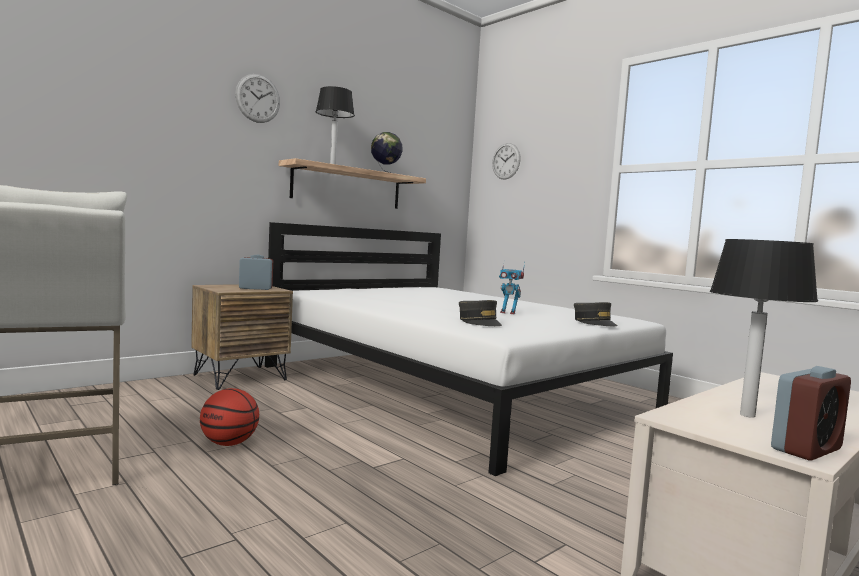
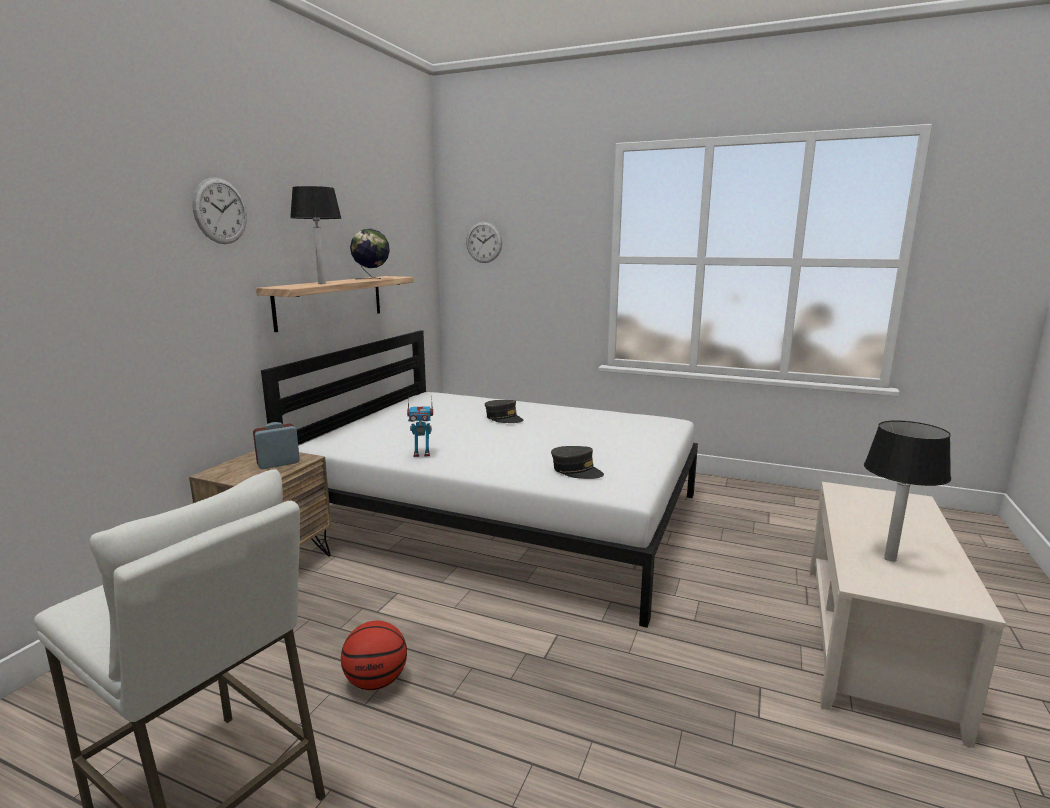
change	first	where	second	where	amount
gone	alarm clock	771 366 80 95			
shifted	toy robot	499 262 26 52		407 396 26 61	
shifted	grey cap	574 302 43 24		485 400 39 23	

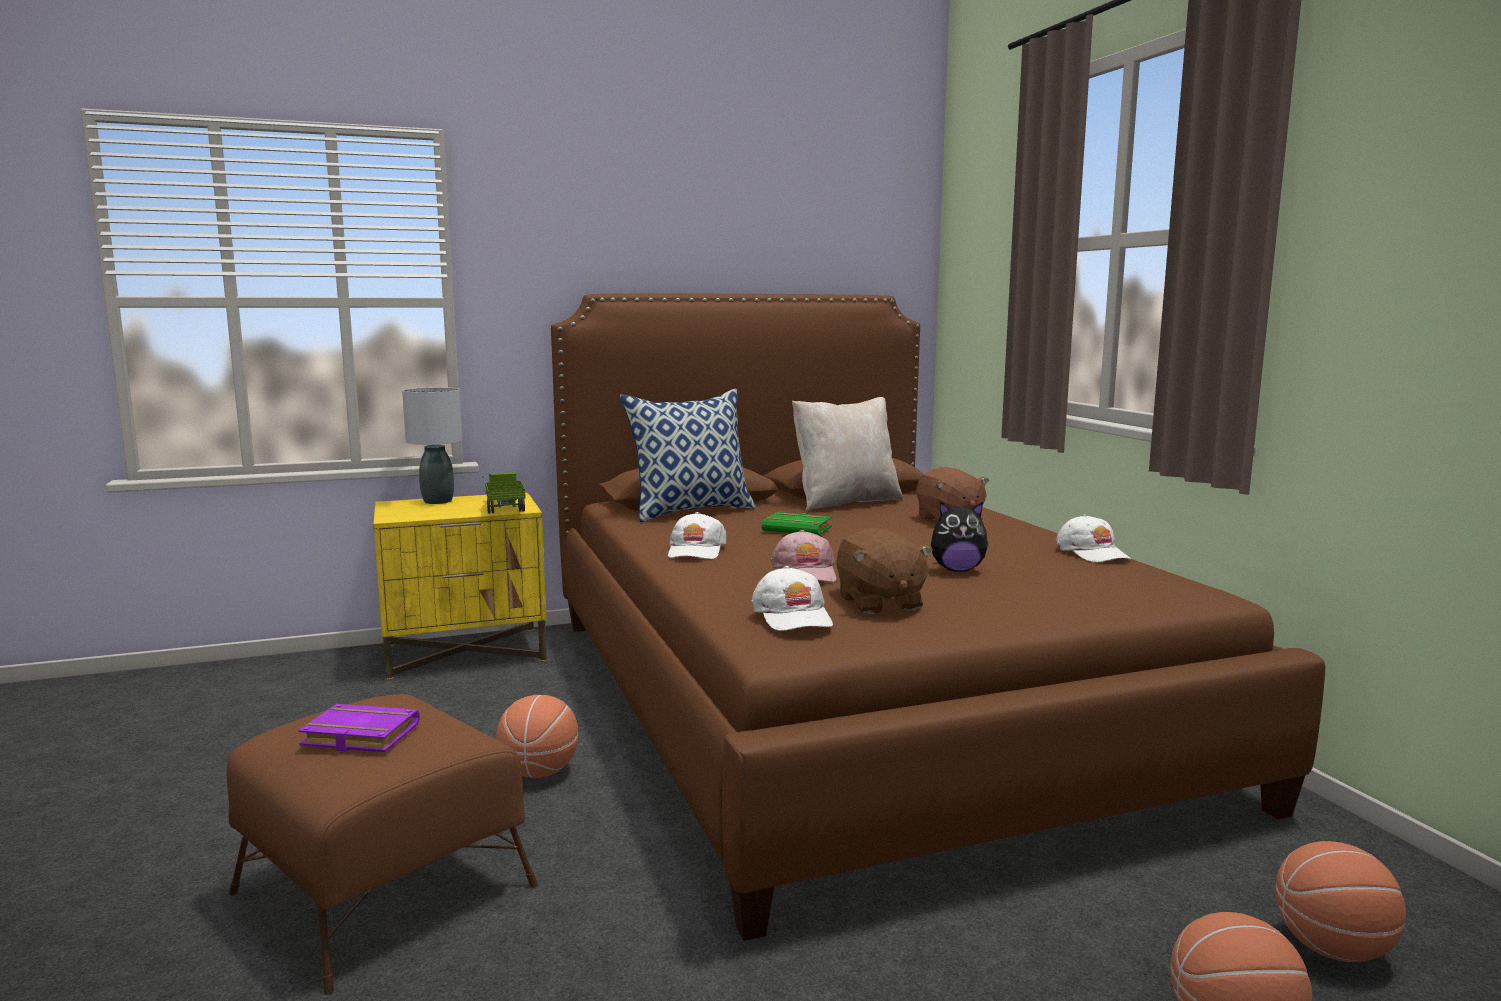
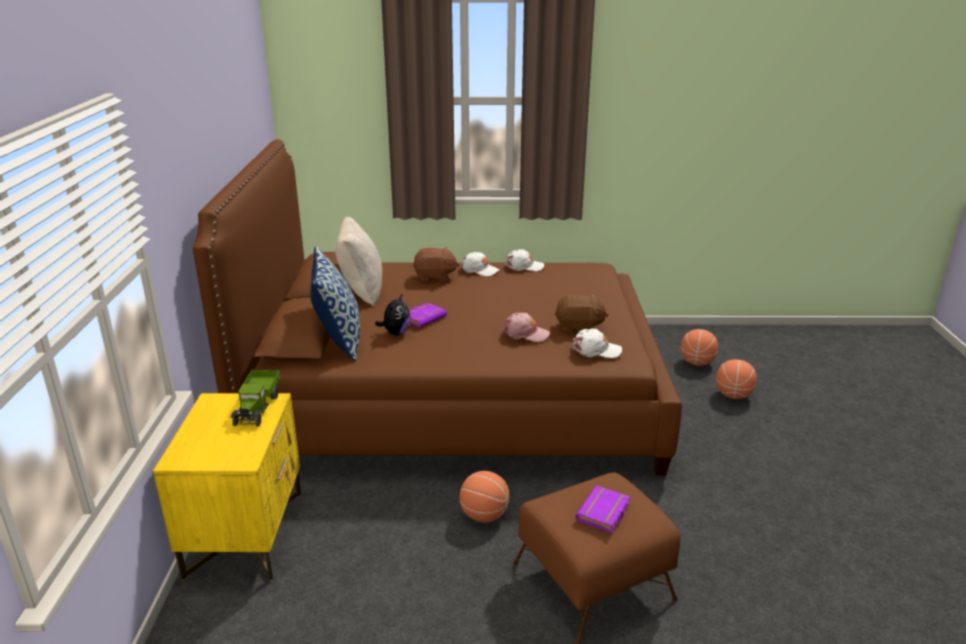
change	first	where	second	where	amount
gone	grey table lamp	402 387 60 117			
shifted	white cap	668 512 58 47		461 252 39 24	
shifted	plush toy	931 501 58 71		375 294 36 41	
repainted	green book	762 512 70 23	purple book	409 303 38 25	
rotated	toy truck	482 472 44 41		231 370 49 57	90 degrees counterclockwise

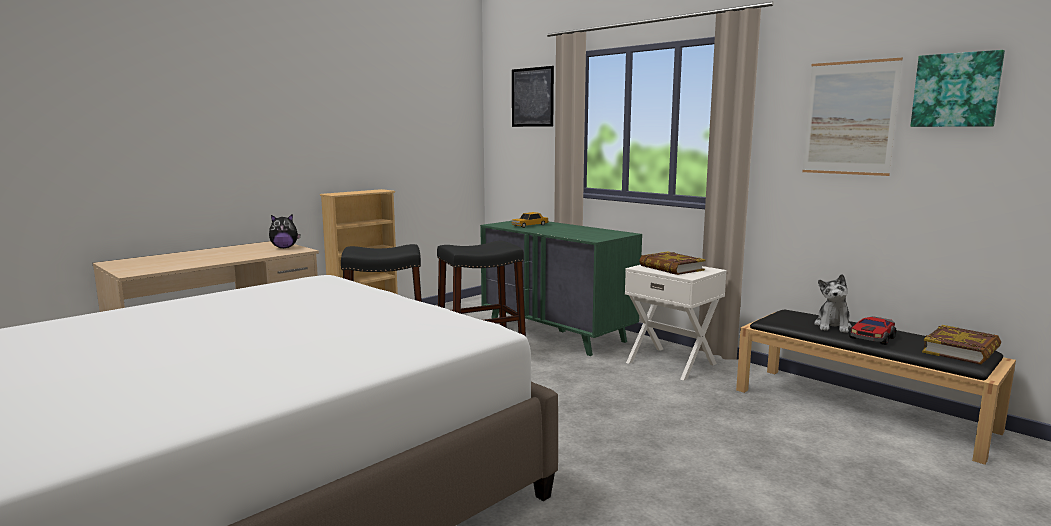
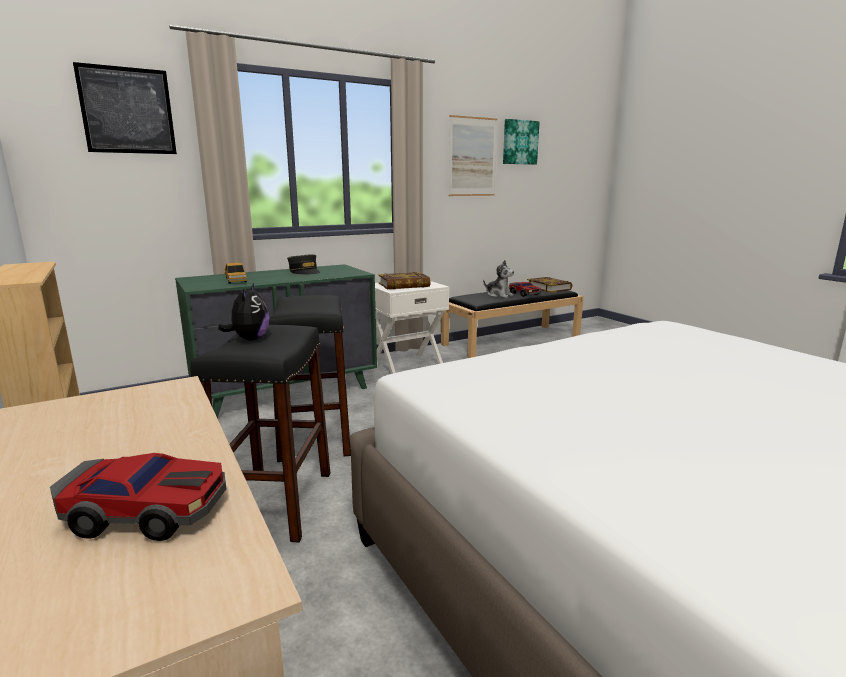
change	first	where	second	where	amount
new			toy car	50 453 176 88	
new			grey cap	287 254 33 20	
shifted	plush toy	269 214 32 34		218 283 52 57	

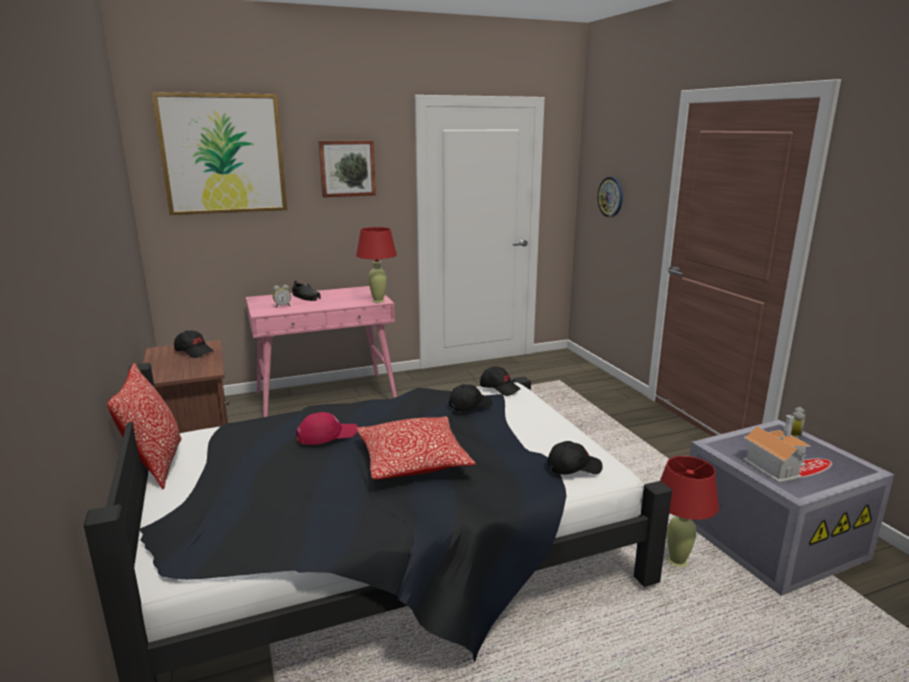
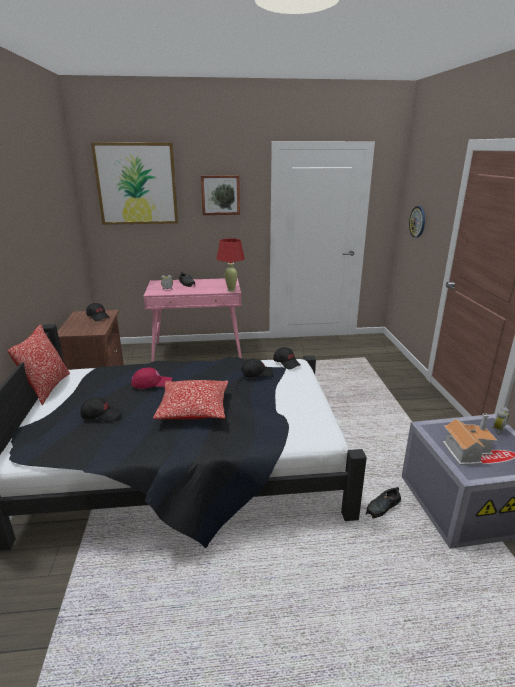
change	first	where	second	where	amount
shifted	black cap	548 441 55 34		80 397 40 25	
swapped	red table lamp	660 456 59 111	black shoe	366 487 35 31	

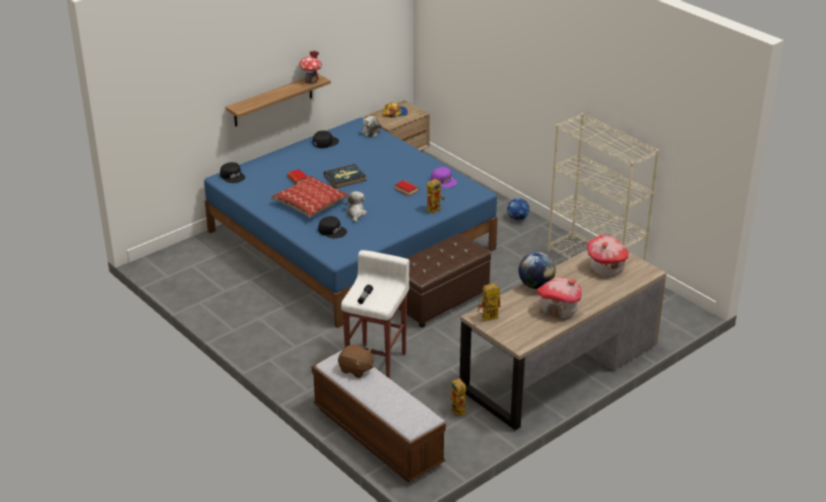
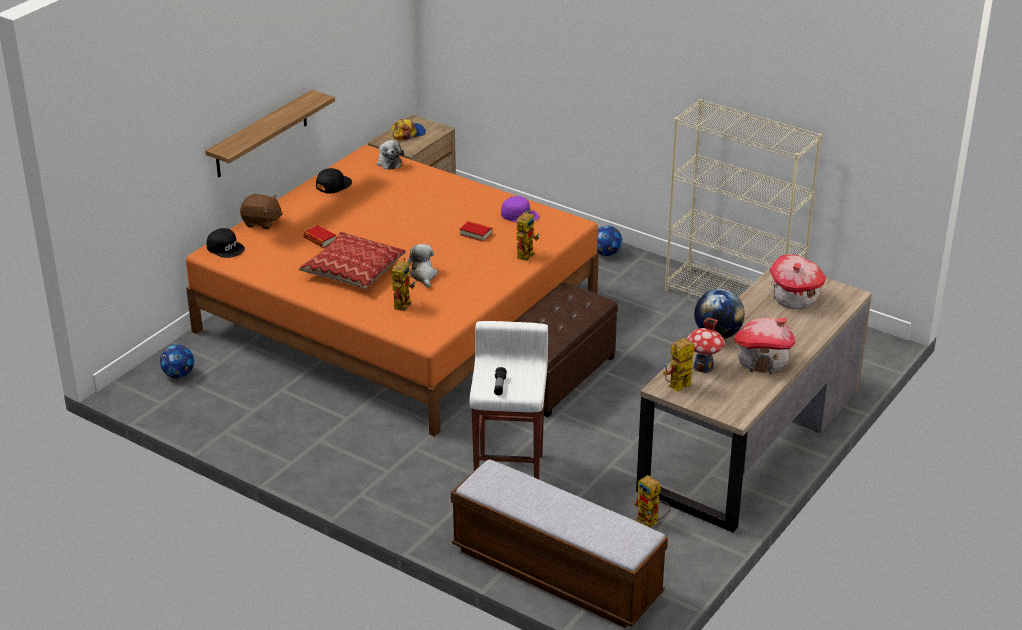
change	first	where	second	where	amount
gone	book	324 164 43 24			
new			football	160 344 34 34	
shifted	toy house	299 50 23 34		687 317 38 56	
shifted	brown plush toy	338 344 36 34		240 194 43 35	
swapped	black cap	318 216 29 22	toy robot	392 258 23 53	
repainted	blue bed	204 117 294 211	orange bed	186 145 413 292	

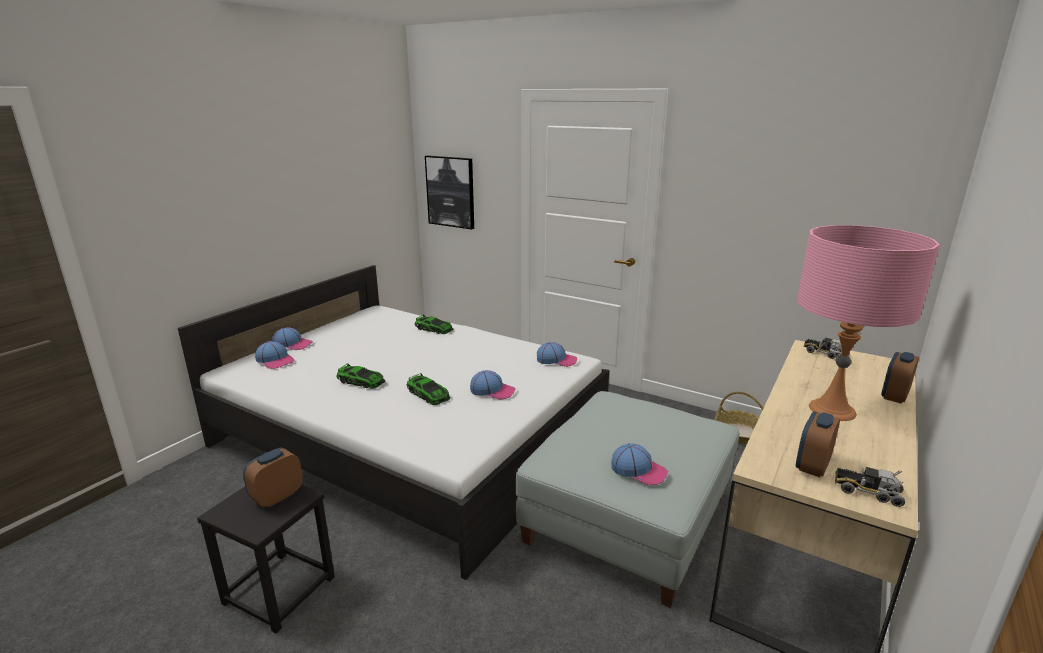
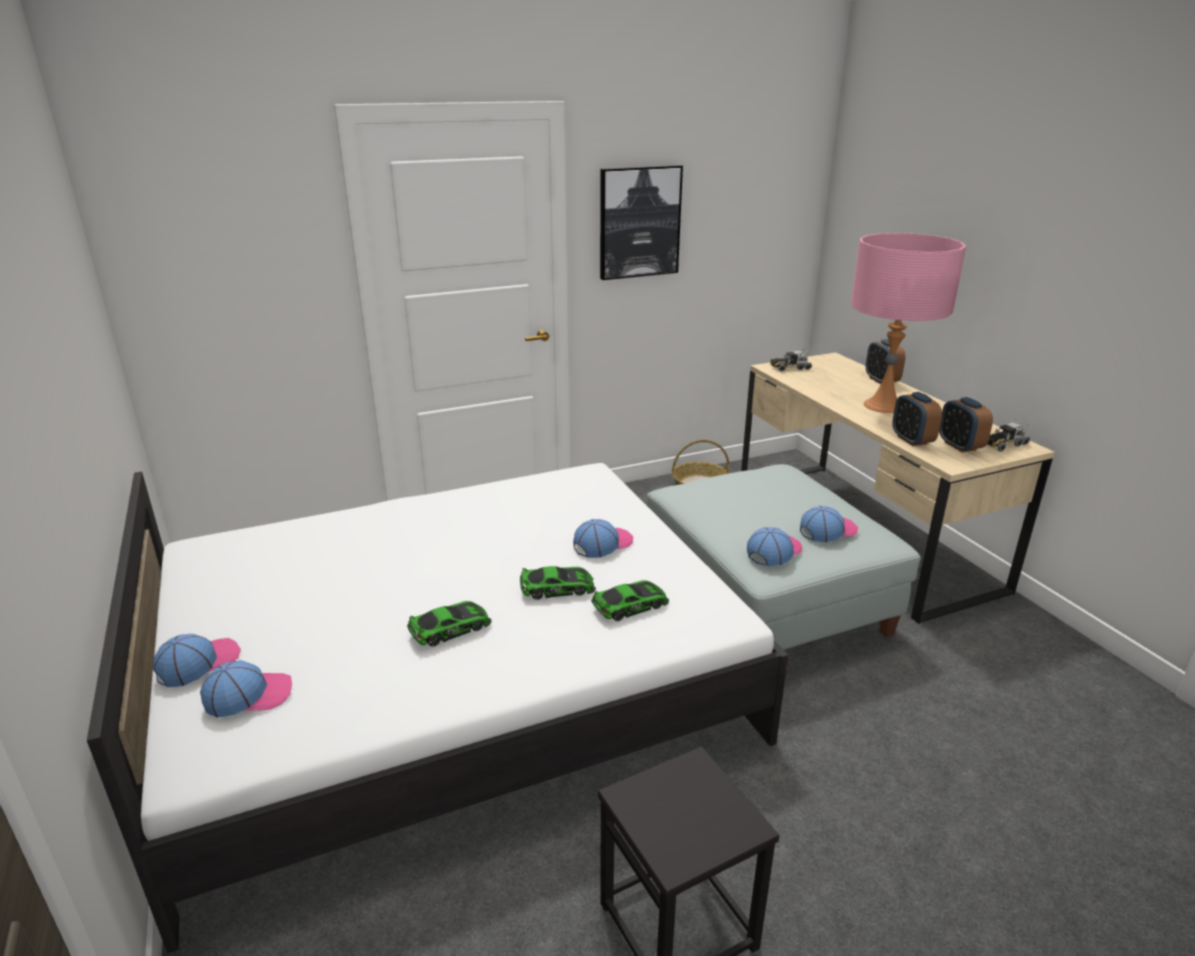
change	first	where	second	where	amount
shifted	alarm clock	243 448 60 59		892 392 50 54	
shifted	toy car	415 315 39 19		591 580 78 41	
shifted	picture	425 156 49 73		600 165 83 115	
shifted	cap	537 342 40 25		747 527 56 39	

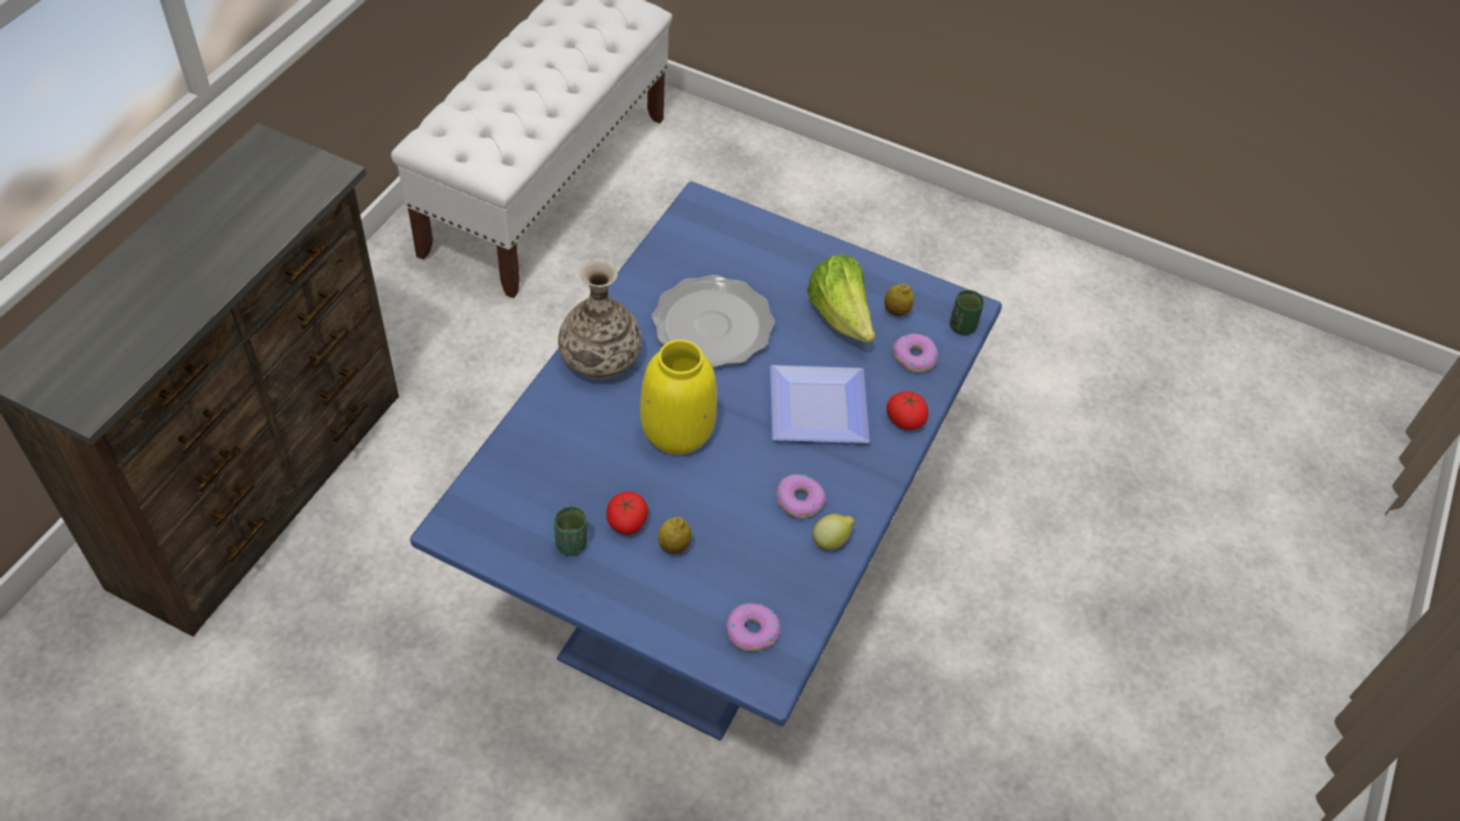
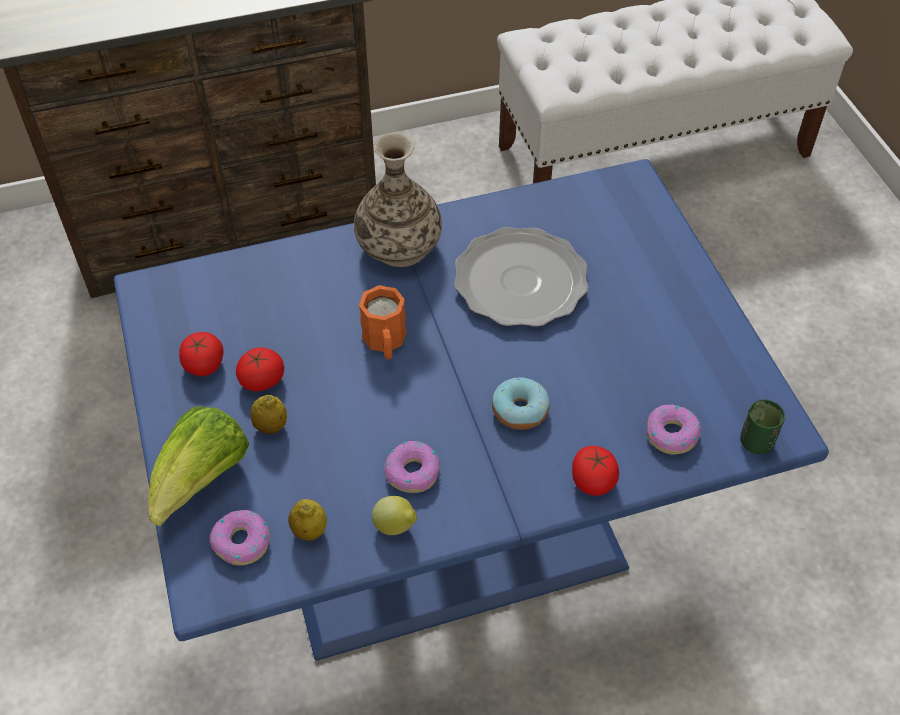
change	first	where	second	where	amount
shifted	lettuce	807 255 68 88		148 406 101 120	
shifted	lemon	884 284 30 32		288 499 39 42	
swapped	green cup	554 506 33 50	tomato	179 332 45 44	
swapped	yellow vase	640 340 77 115	orange mug	359 285 48 74	
swapped	plate	770 365 99 78	donut	492 377 58 53	

